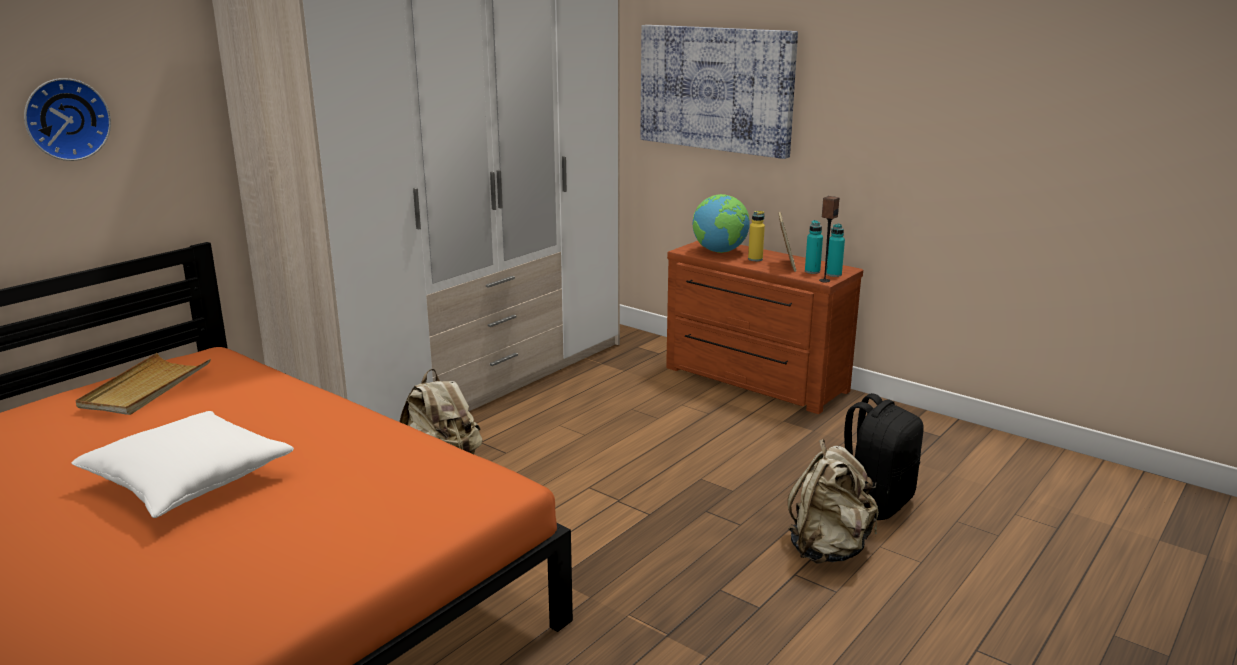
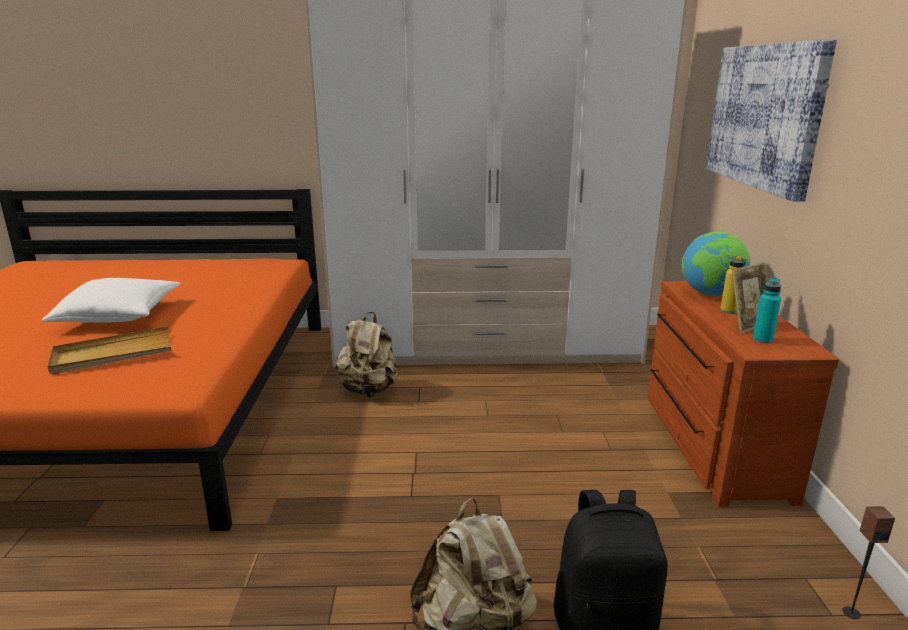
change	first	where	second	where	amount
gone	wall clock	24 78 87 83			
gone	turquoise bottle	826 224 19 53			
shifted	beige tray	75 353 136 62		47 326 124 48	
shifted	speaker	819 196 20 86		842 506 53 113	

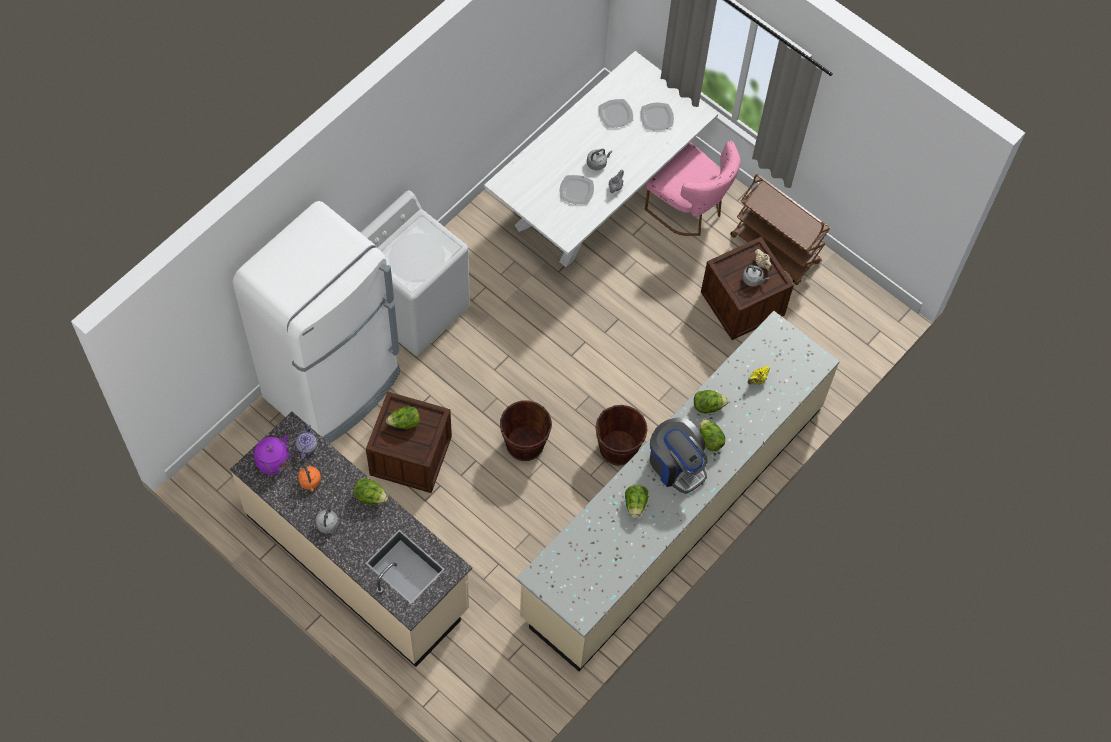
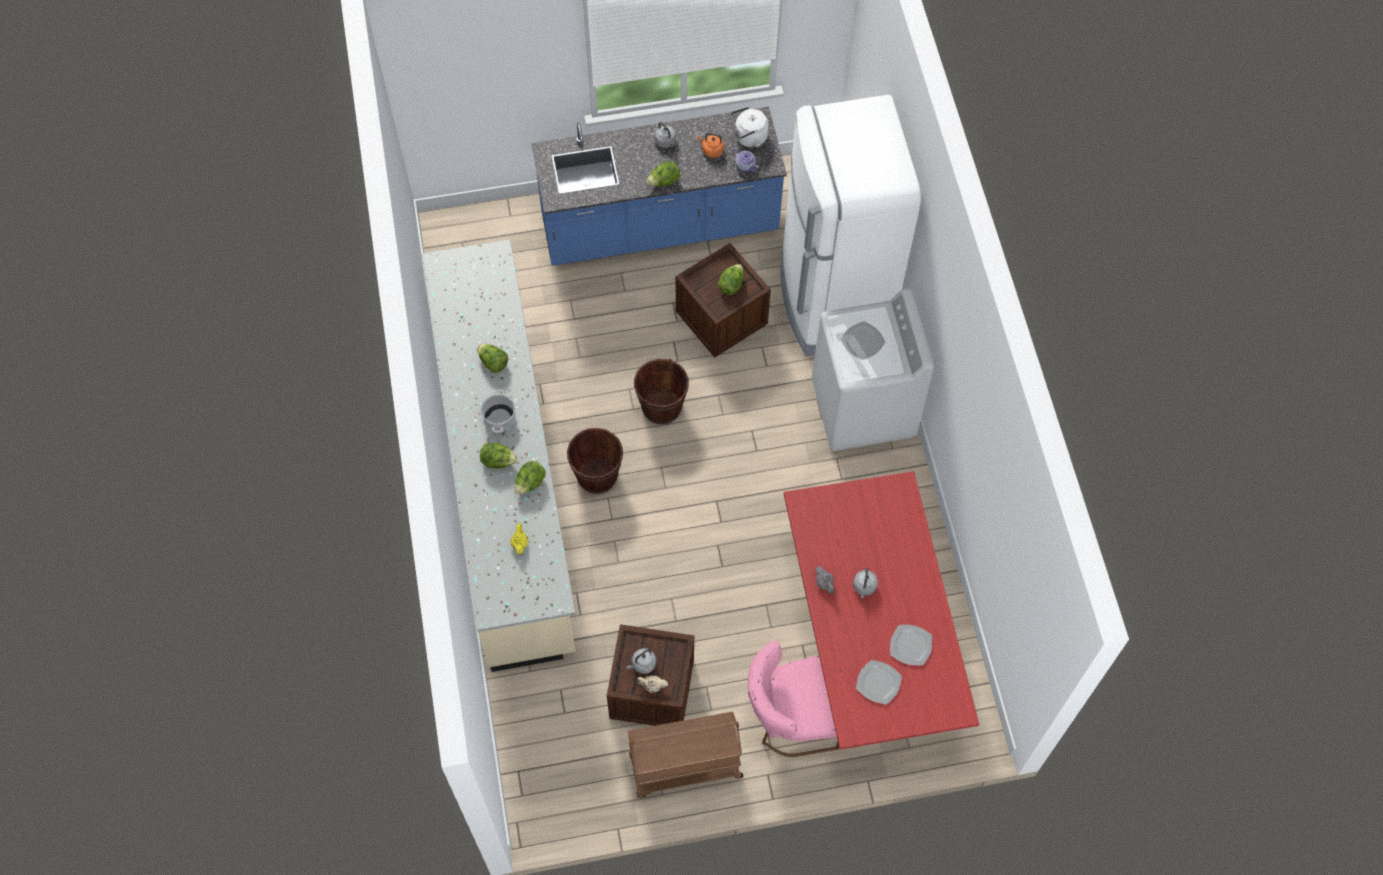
change	first	where	second	where	amount
shifted	plate	560 175 34 29		841 321 44 39	
swapped	coffee machine	650 417 58 77	cooking pot	481 389 35 44	
repainted	beige counter	230 412 242 255	blue counter	531 107 256 159	
repainted	purple kettle	254 434 40 41	white kettle	731 107 38 41	
repainted	white dining table	484 51 234 216	red dining table	784 471 195 279	

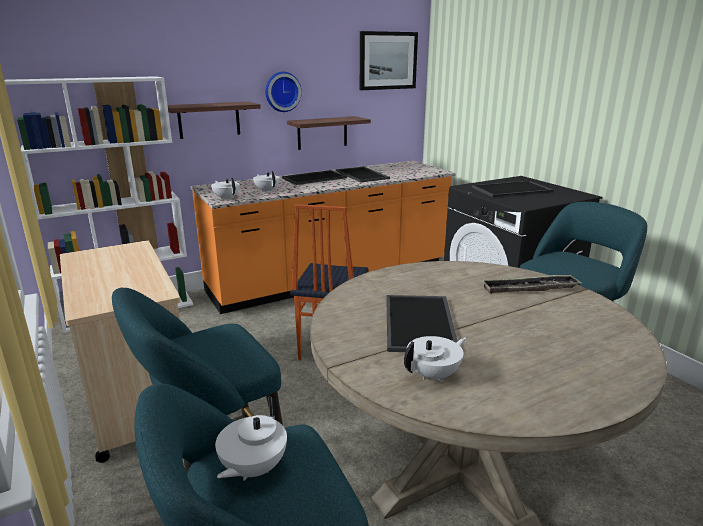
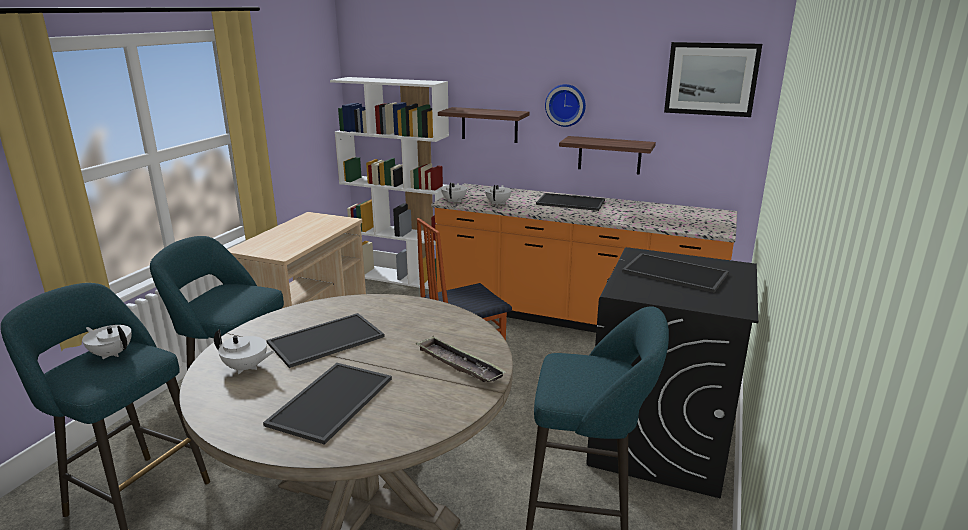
change	first	where	second	where	amount
shifted	tray	336 167 54 15		263 363 129 82	
rotated	white teapot	215 397 72 84		82 325 50 34	45 degrees clockwise

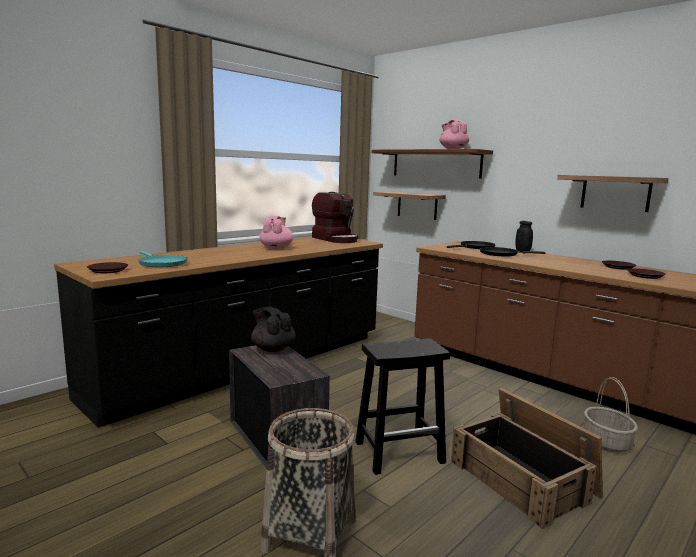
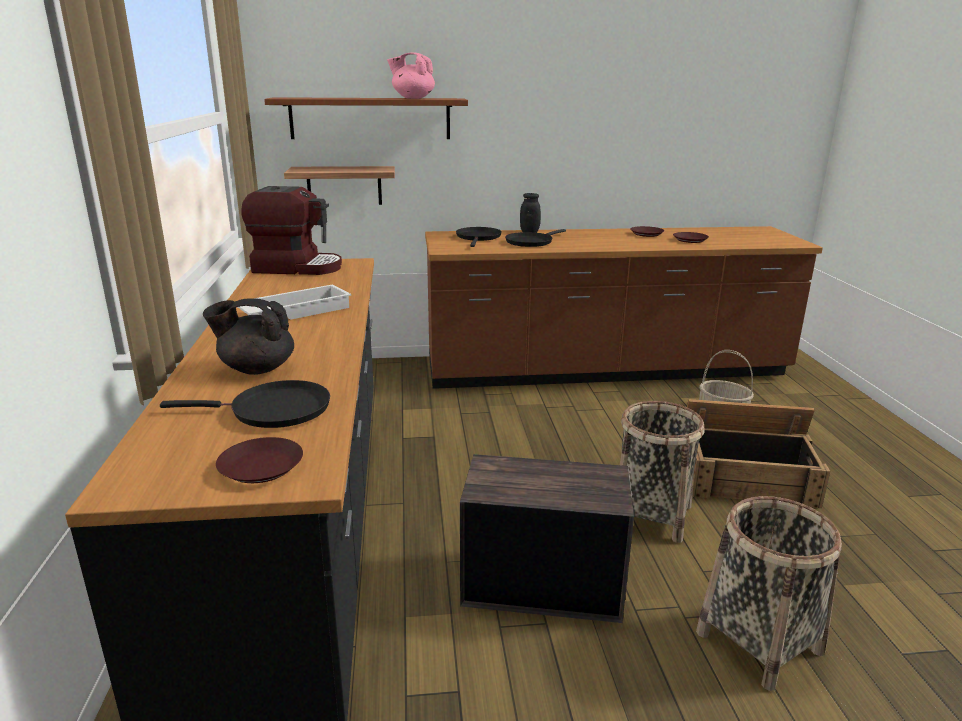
change	first	where	second	where	amount
gone	shelf	557 175 112 37			
shifted	black teapot	251 307 45 45		203 298 91 77	
swapped	pink teapot	260 216 33 33	white tray	238 285 114 35	
swapped	black stool	355 338 95 137	basket	620 401 84 142	
repainted	turquoise frying pan	138 251 49 16	black frying pan	160 380 170 48	

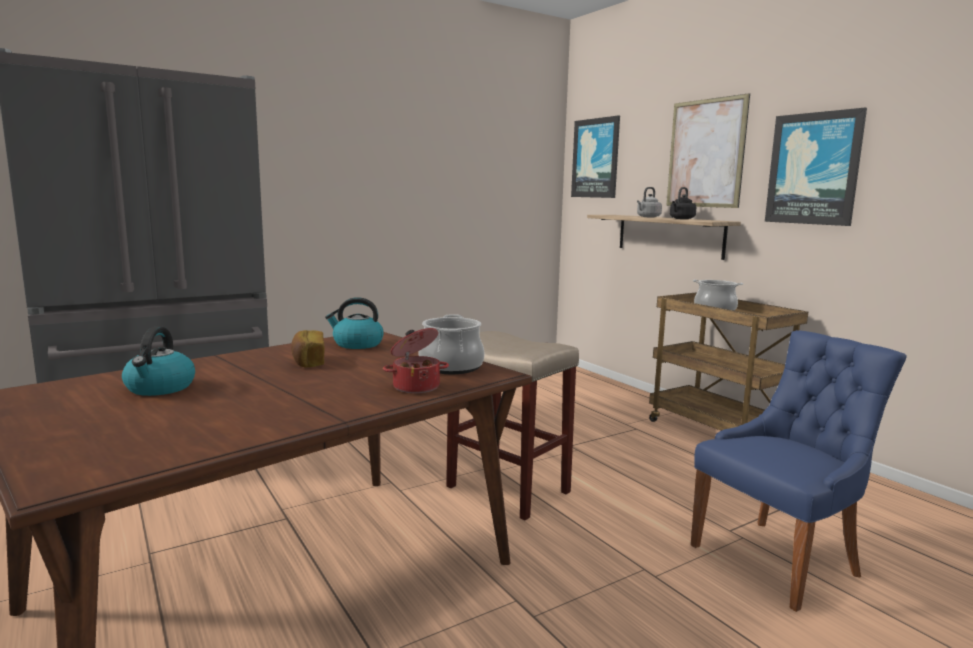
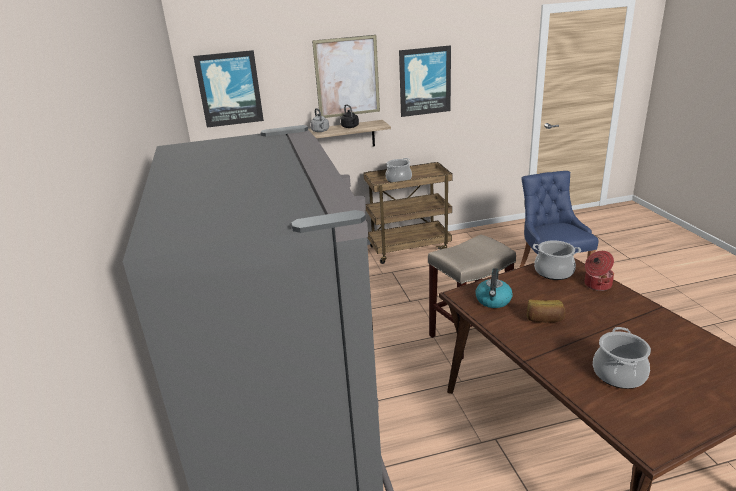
change	first	where	second	where	amount
swapped	kettle	122 327 73 69	cooking pot	593 327 58 62	

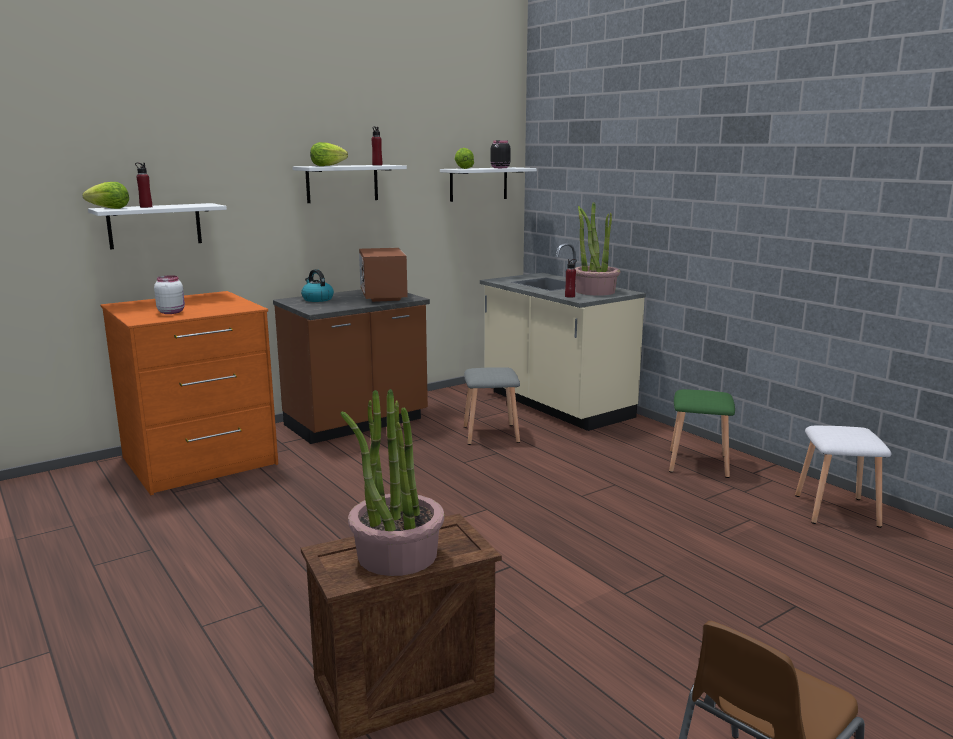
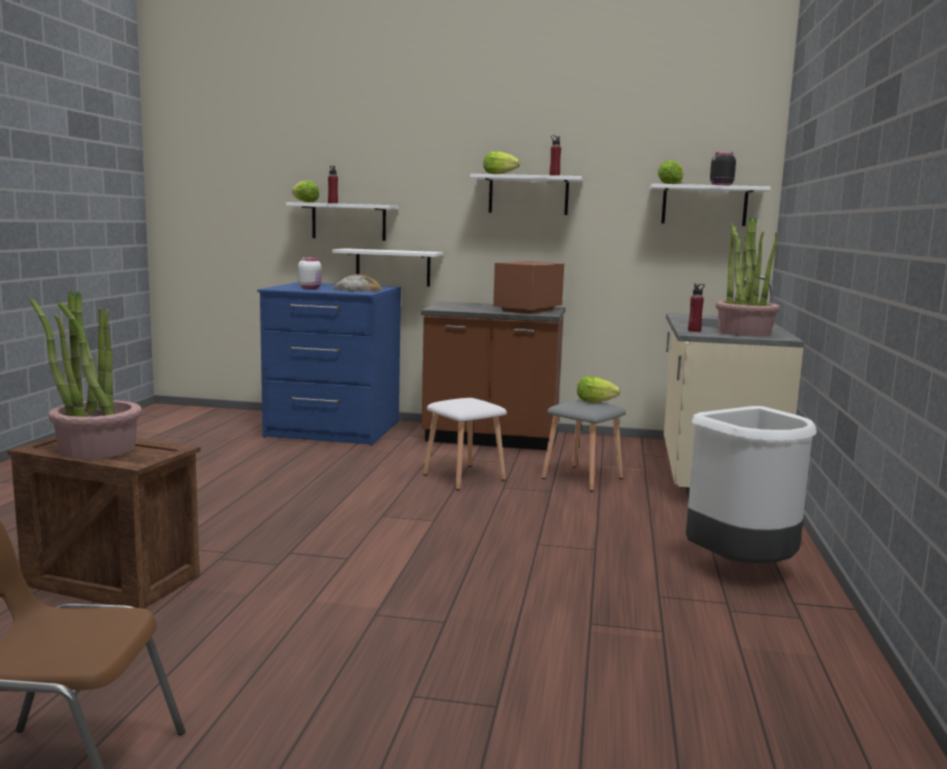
change	first	where	second	where	amount
gone	kettle	301 269 33 33			
new			white shelf	332 248 111 38	
new			bread	332 274 50 18	
new			lettuce	577 376 43 27	
shifted	white stool	795 426 96 102		423 398 84 92	
swapped	green stool	669 389 66 89	white trash can	686 406 131 157	
repainted	orange dresser	100 291 178 204	blue dresser	257 282 144 164	

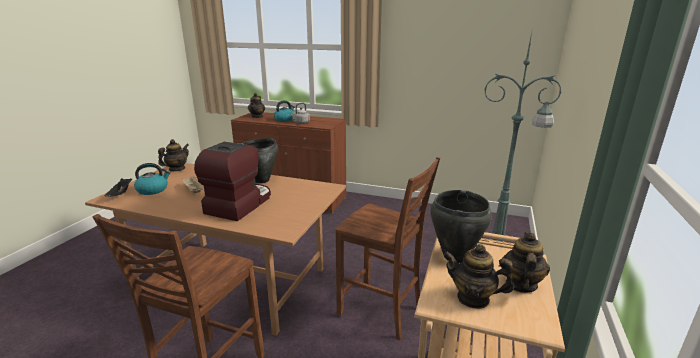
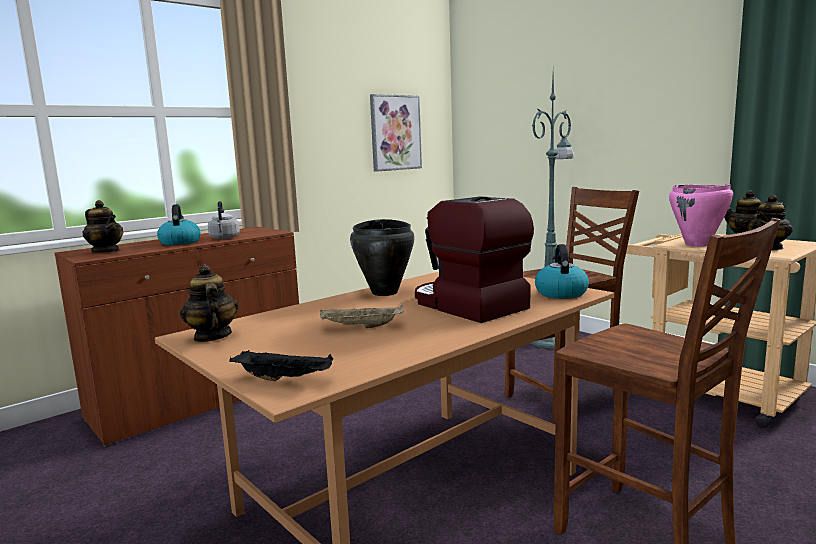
change	first	where	second	where	amount
new			picture	370 94 52 78	
shifted	kettle	134 163 37 32		535 244 54 55	
repainted	black cooking pot	430 190 62 73	pink cooking pot	669 184 64 63	

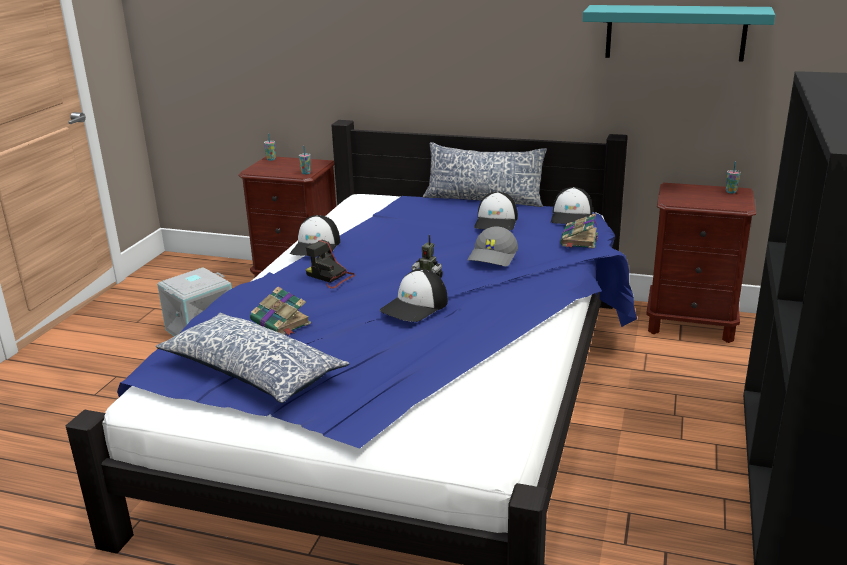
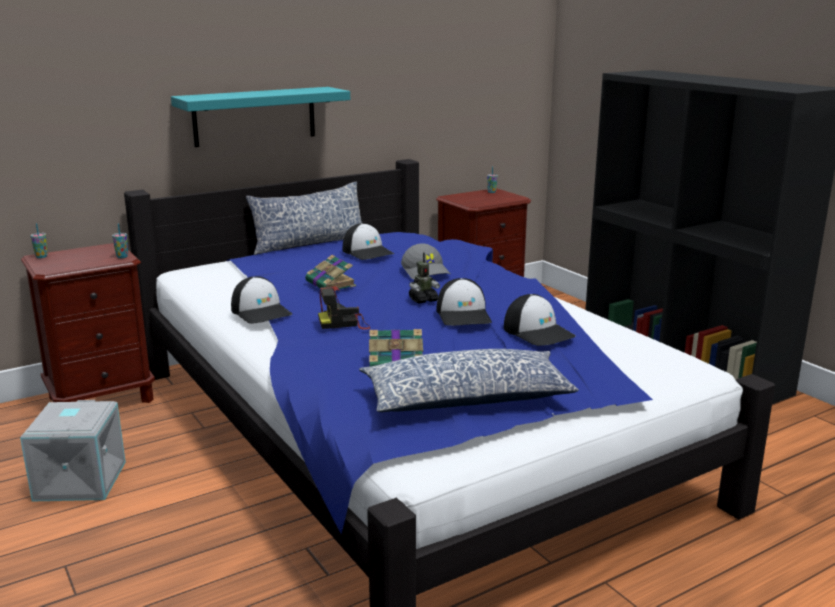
change	first	where	second	where	amount
shifted	cap	551 187 42 37		504 294 72 52	
shifted	book	560 213 38 36		305 255 51 37	
shifted	turquoise shelf	582 5 193 56		171 87 179 60	

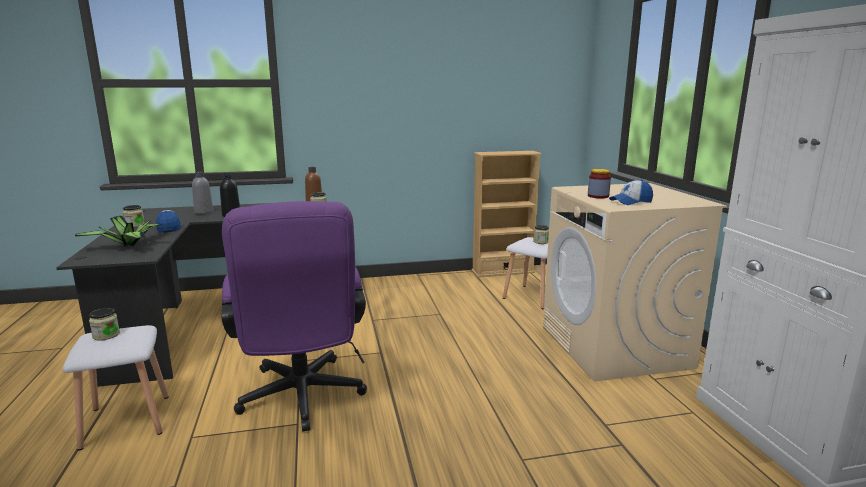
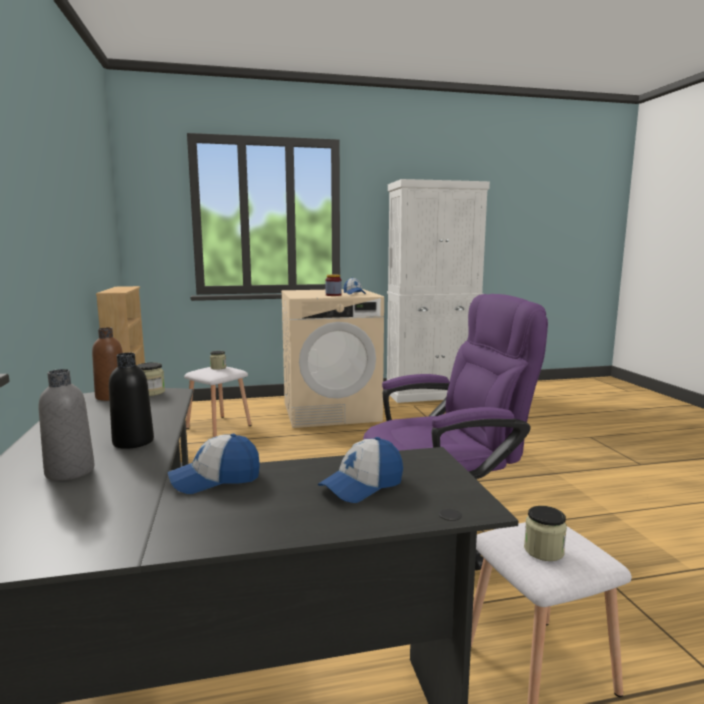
change	first	where	second	where	amount
gone	jar	122 205 23 22			
swapped	potted plant	75 216 87 31	cap	318 437 85 66	

